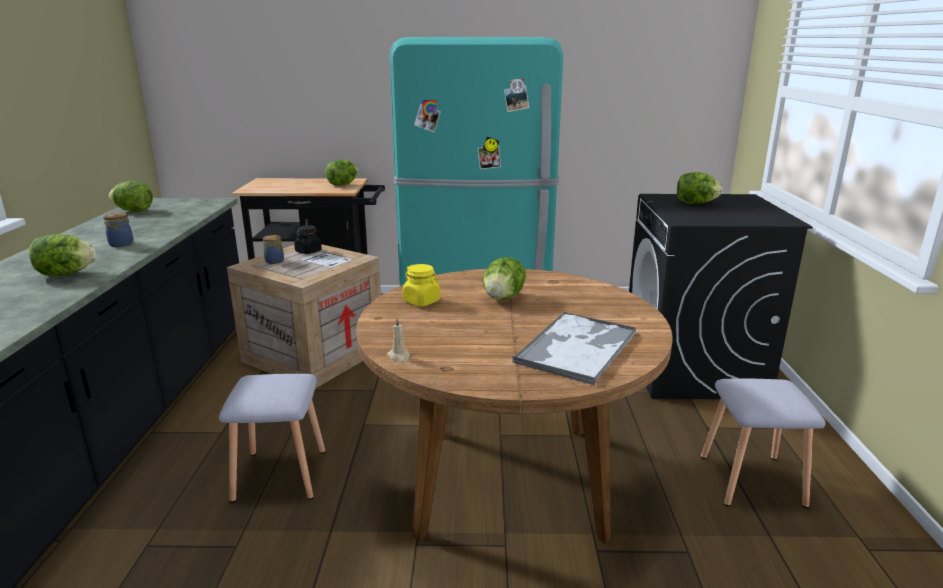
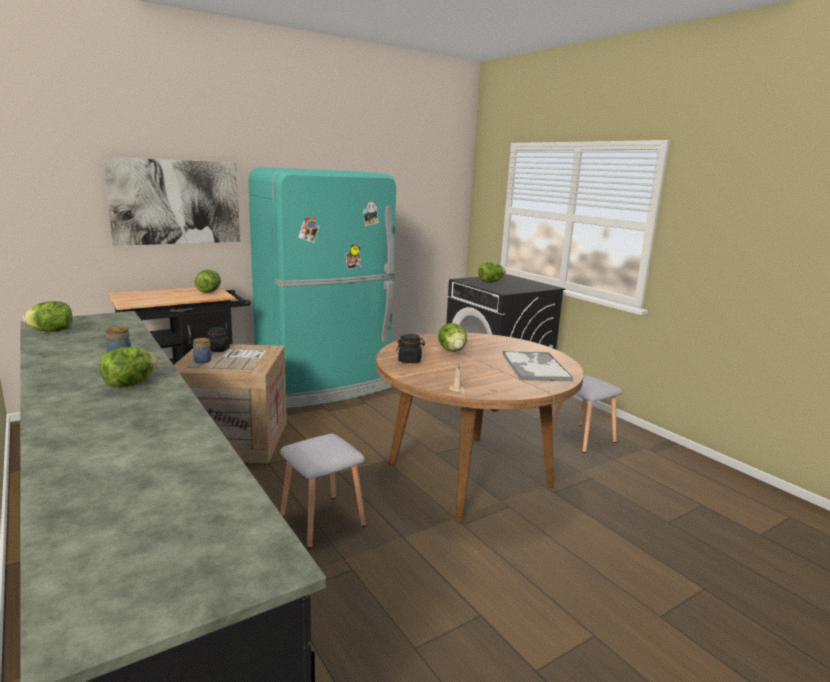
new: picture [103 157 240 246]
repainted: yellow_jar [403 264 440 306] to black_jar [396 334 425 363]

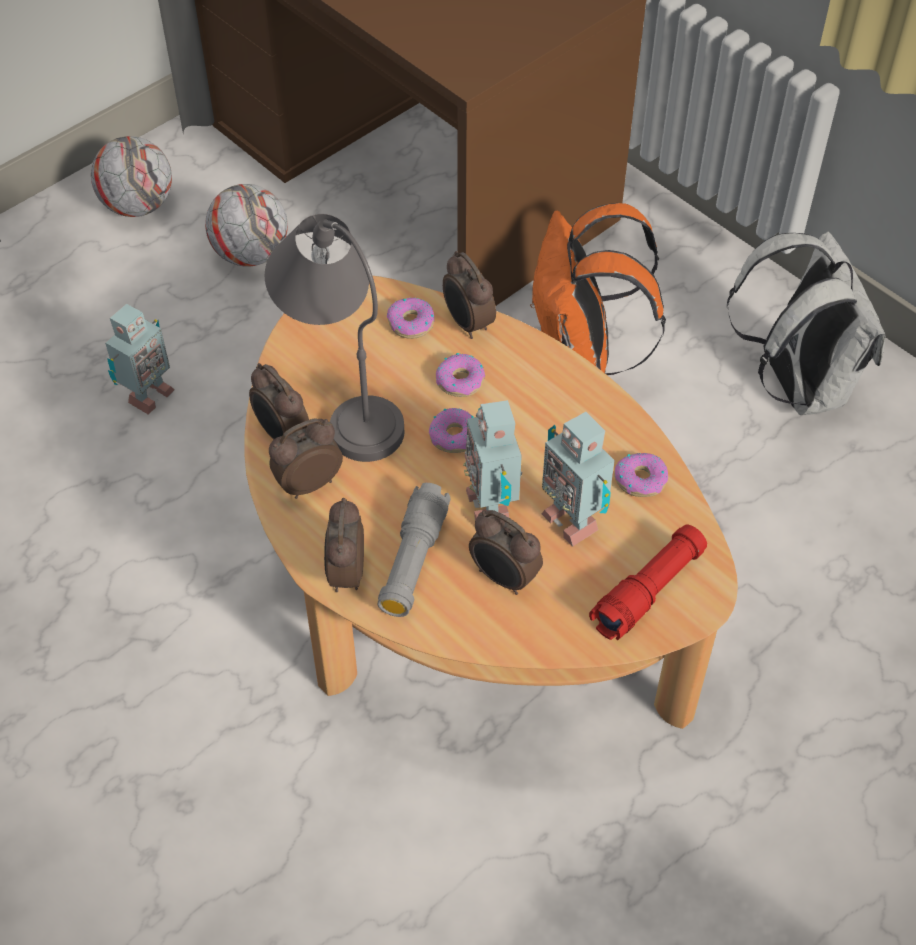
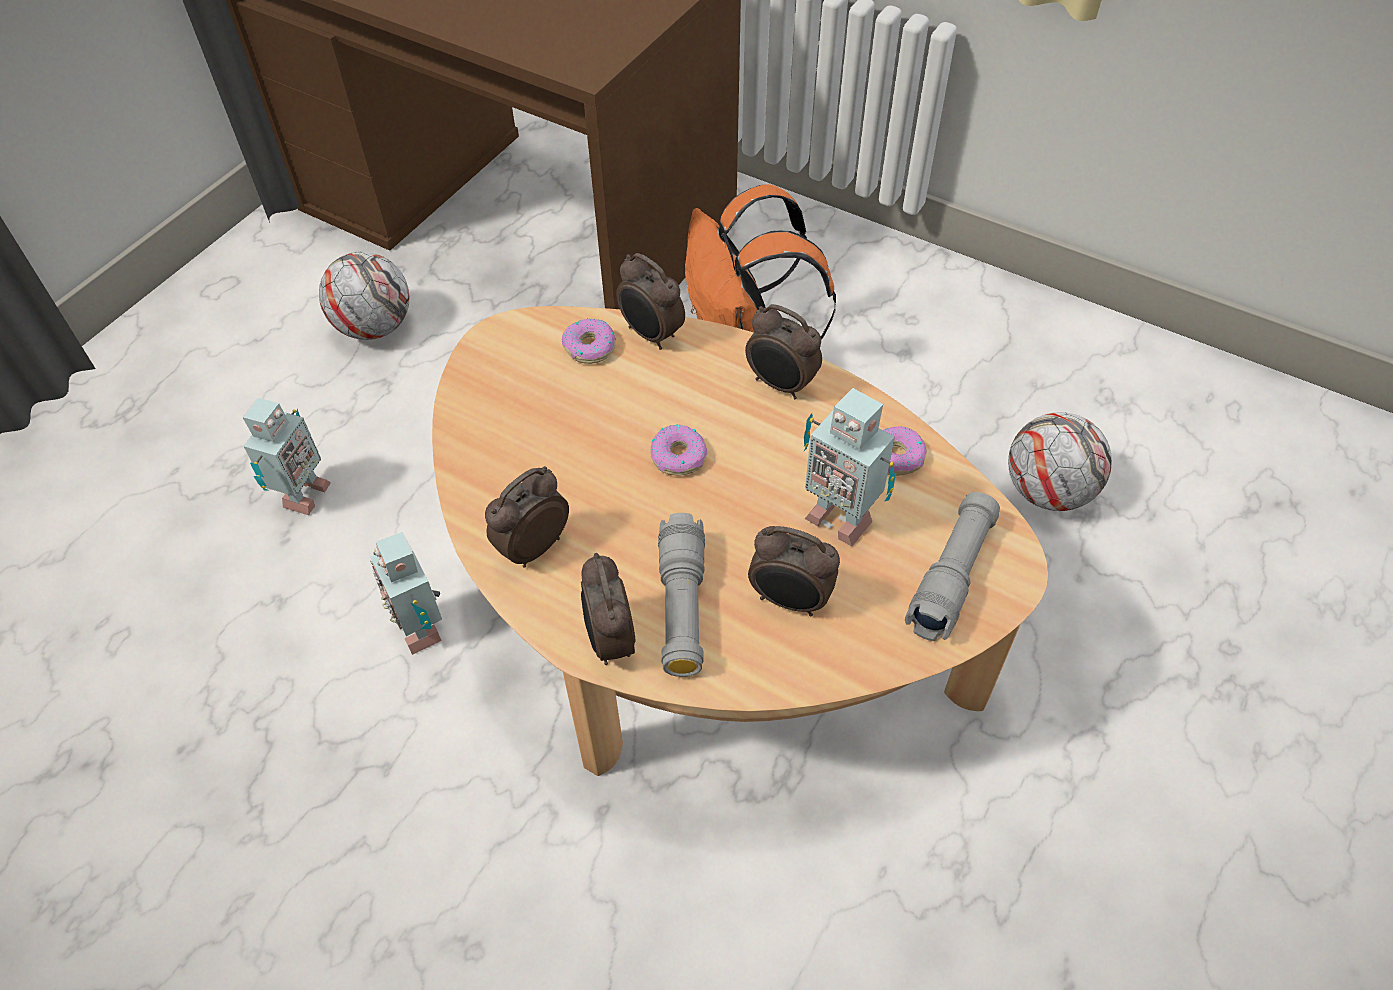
gone: grey_table_lamp [265 214 404 462]; donut [436 353 485 397]; white_backpack [727 232 885 415]
shifted: football [91 136 172 217] to [1008 412 1112 511]; alarm_clock [249 363 309 439] to [745 304 822 399]; toy_robot [463 400 522 520] to [370 532 442 655]
repainted: red_flashlight [589 525 707 640] to grey_flashlight [905 492 1000 641]

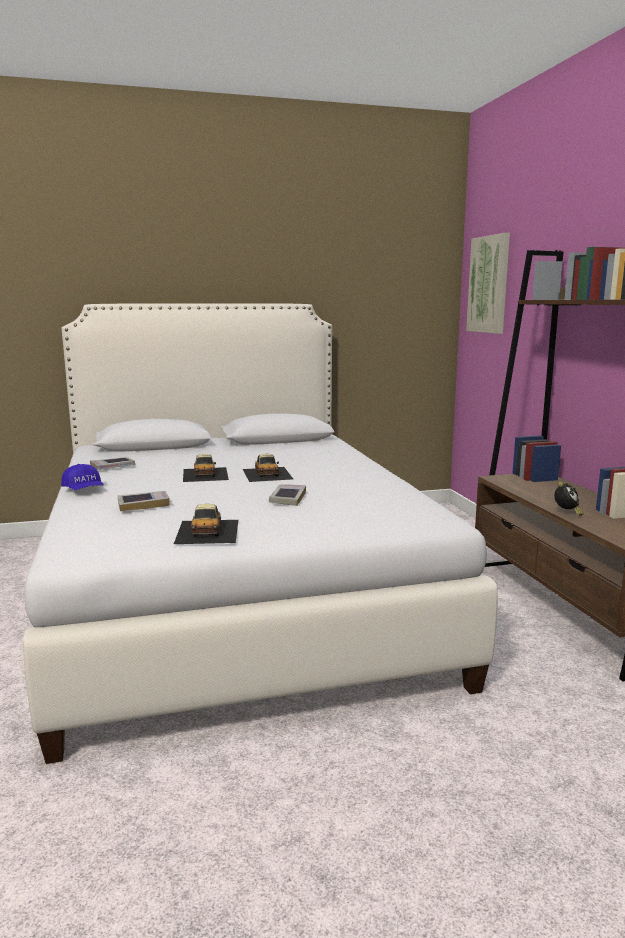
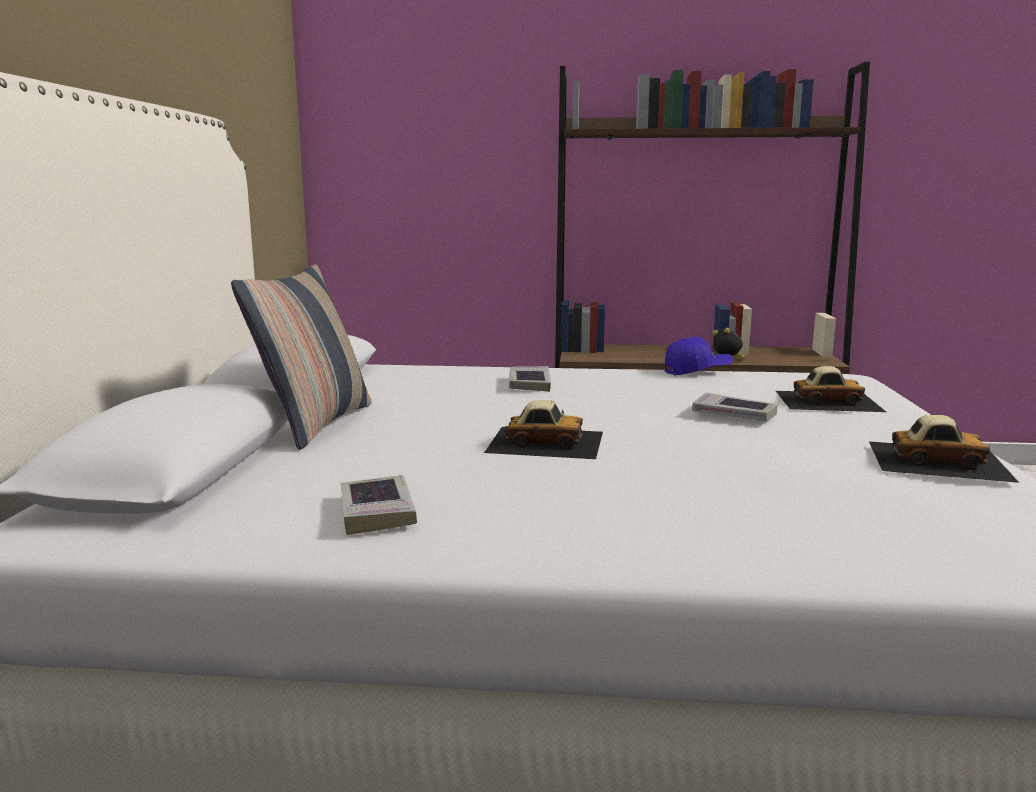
gone: picture [466 233 510 334]
new: pillow [231 265 372 450]
shifted: blue_cap [61 464 104 490] to [665 337 733 375]; book [118 491 170 511] to [509 366 551 392]; toy_car [243 454 293 482] to [776 366 886 412]

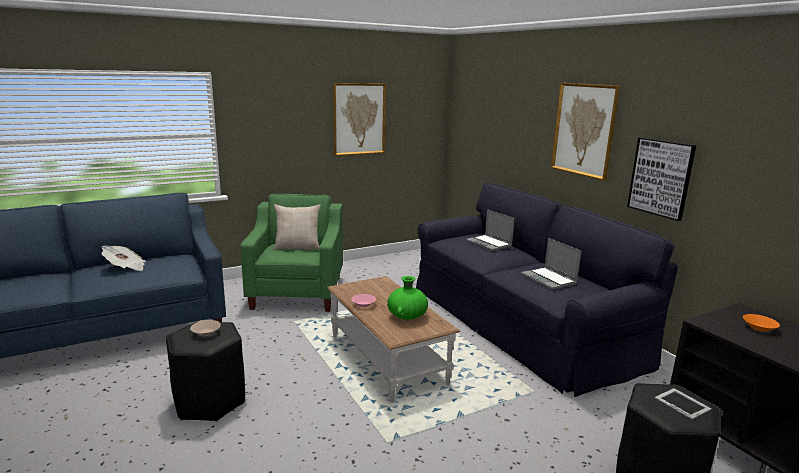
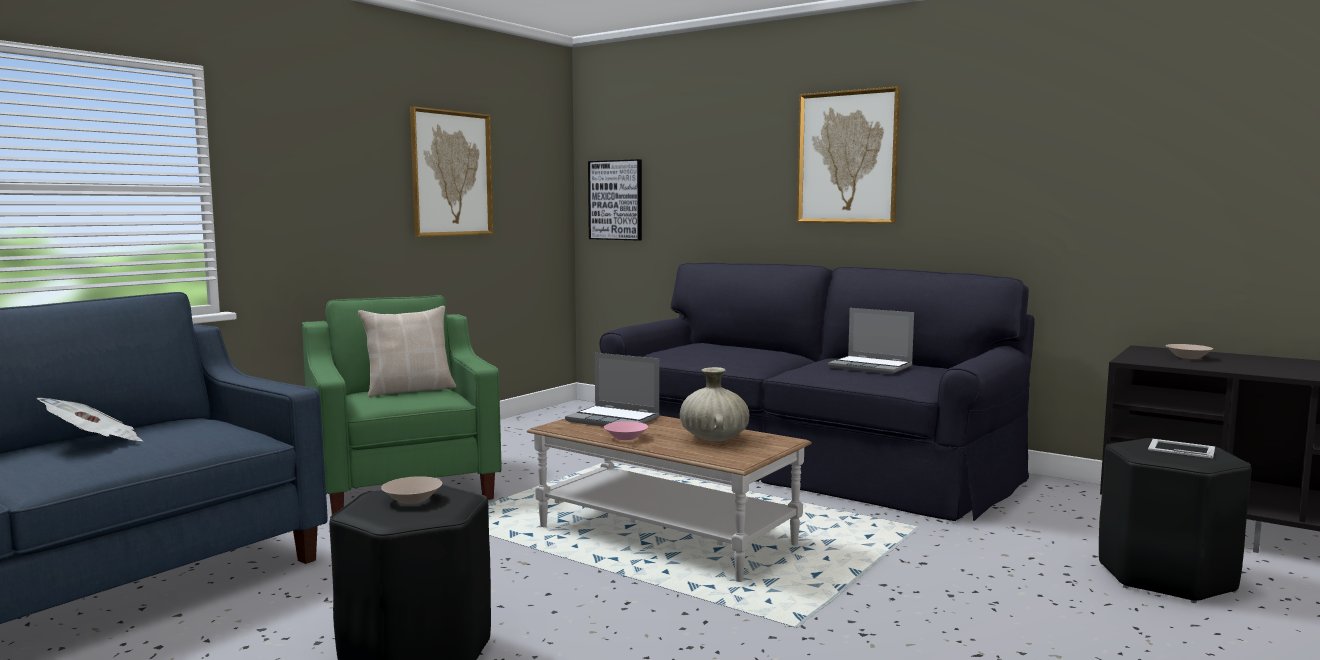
shifted: laptop [466 209 515 251] to [565 353 660 427]; picture [627 137 696 221] to [588 159 642 241]
repainted: green_vase [387 276 428 320] to beige_vase [680 367 749 442]; orange_bowl [743 314 780 331] to beige_bowl [1166 344 1213 359]

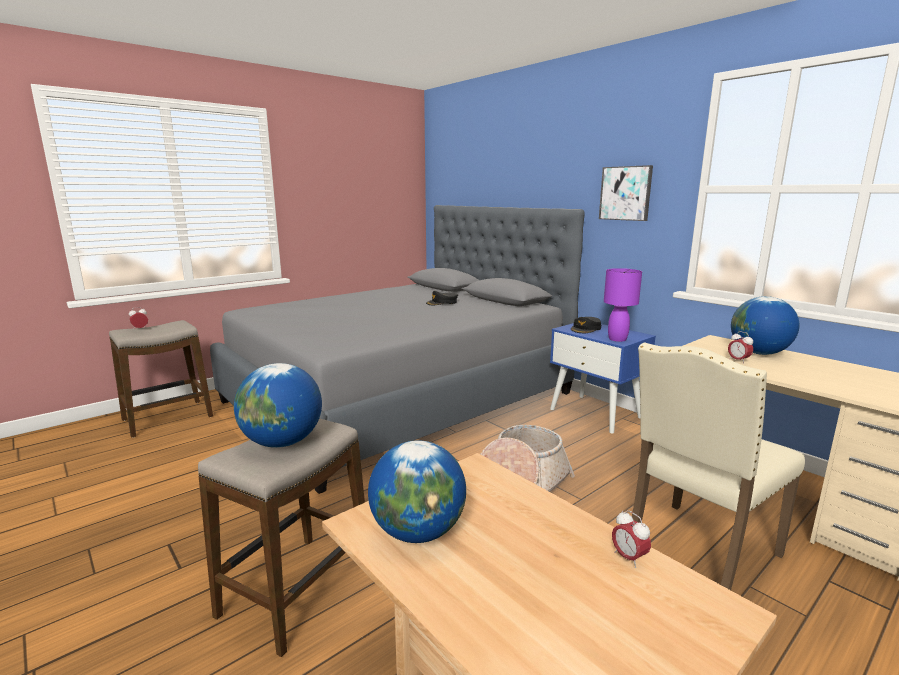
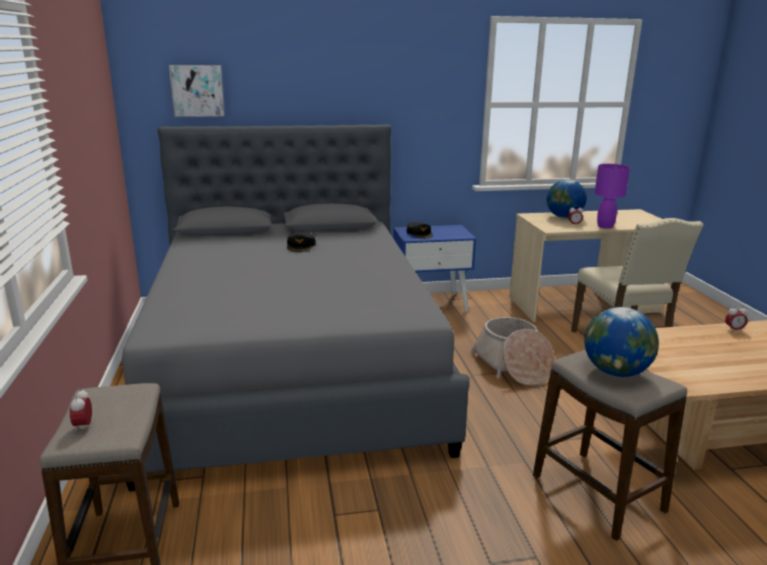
gone: globe [368 440 466 543]
shifted: picture [599 165 653 221] to [169 65 225 117]; purple_table_lamp [604 268 642 342] to [595 164 630 229]

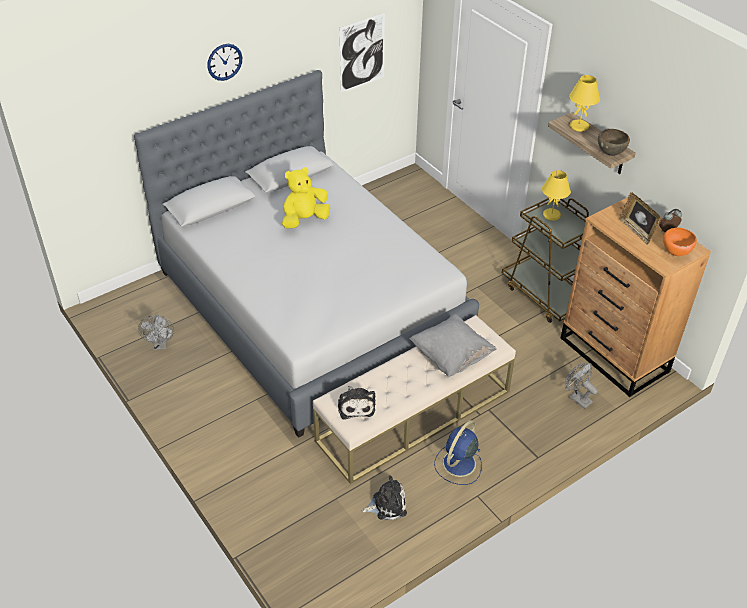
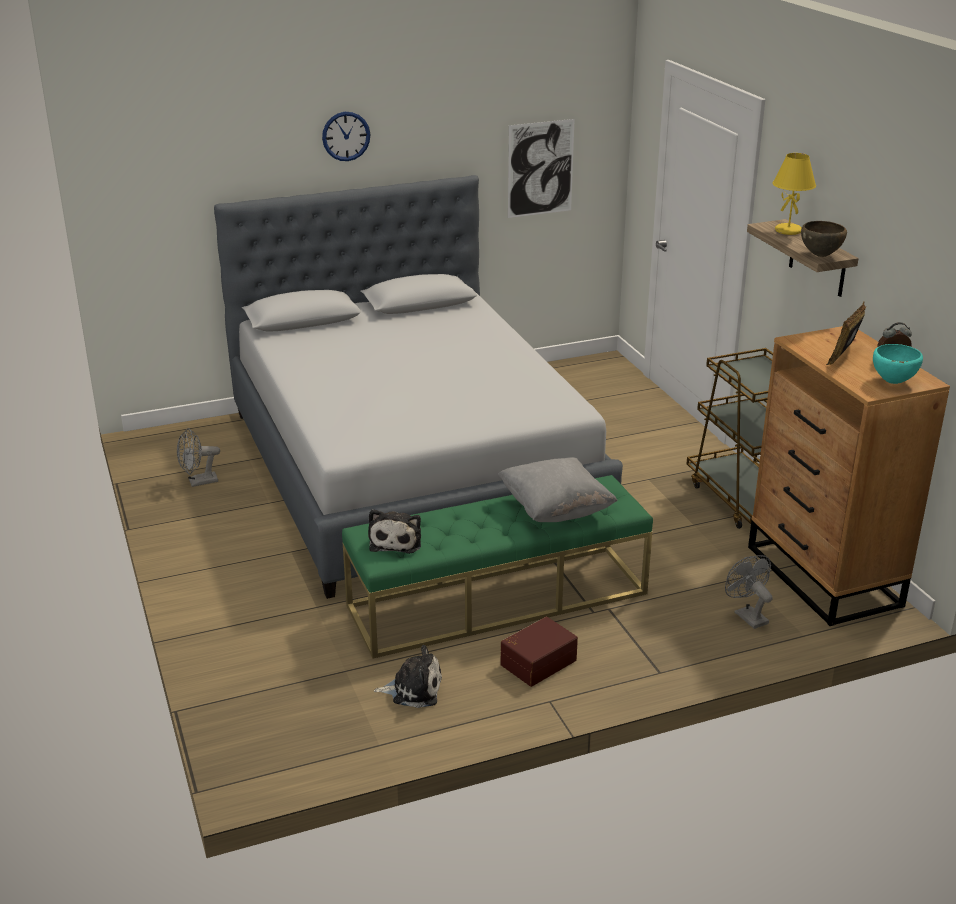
gone: yellow_plush_toy [282 167 330 228]; yellow_table_lamp [542 170 571 221]
swapped: blue_fan [434 420 482 485] to brown_storage_box [501 617 578 687]
repainted: beige_bench [313 315 516 484] to green_bench [342 475 653 659]; orange_bowl [663 228 697 256] to turquoise_bowl [873 344 923 384]
rotated: grey_fan [138 315 174 350] = [177 428 220 487] 60 degrees clockwise; picture_frame [619 192 660 245] = [826 302 866 365] 45 degrees clockwise

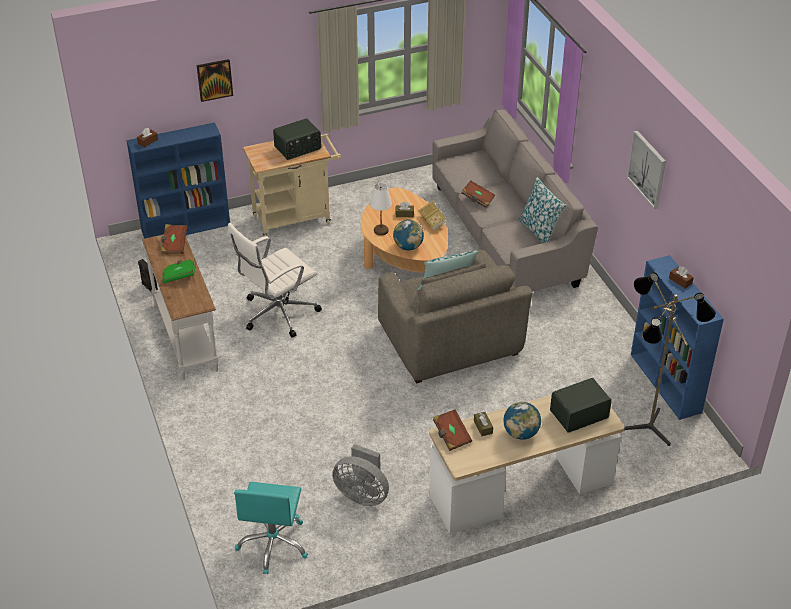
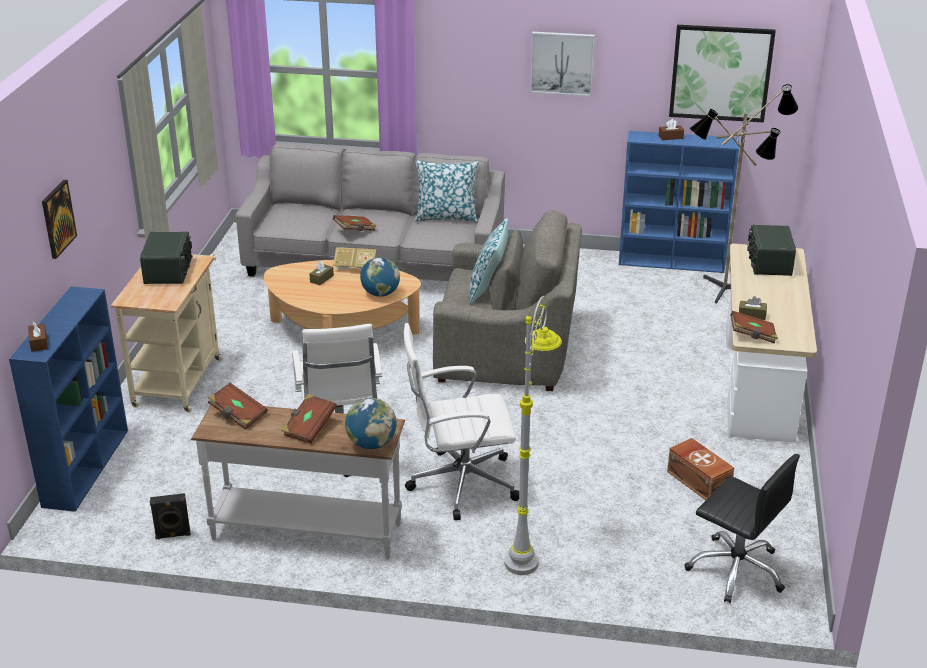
gone: white_table_lamp [370 183 392 235]
new: white_office_chair [404 323 519 520]; grey_floor_lamp [504 296 562 575]; picture [669 25 776 123]
shifted: globe [503 402 541 440] to [345 398 397 449]
swapped: grey_fan [332 444 389 506] to brown_storage_box [667 438 734 500]
repainted: green_book [162 258 196 283] to brown_book [282 394 337 443]; turquoise_office_chair [234 482 308 574] to black_office_chair [684 454 800 603]

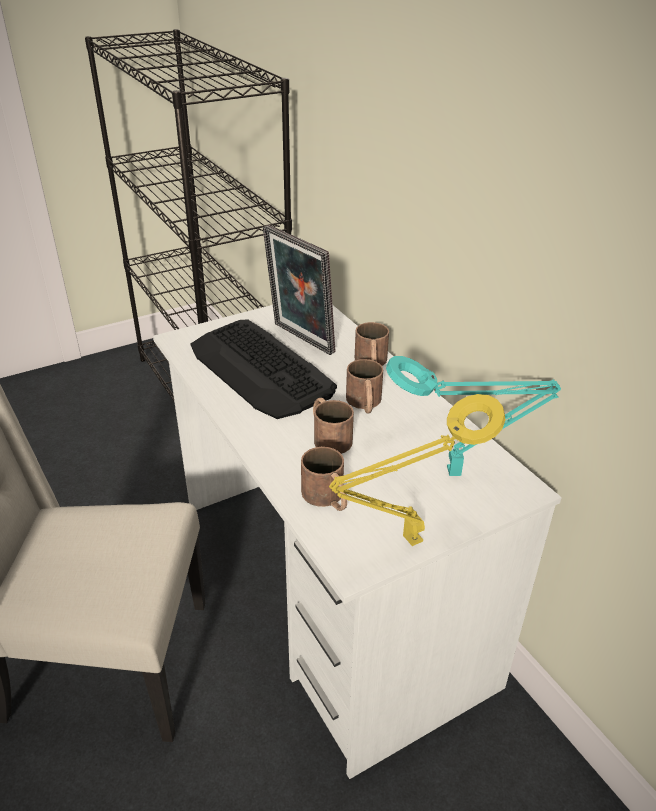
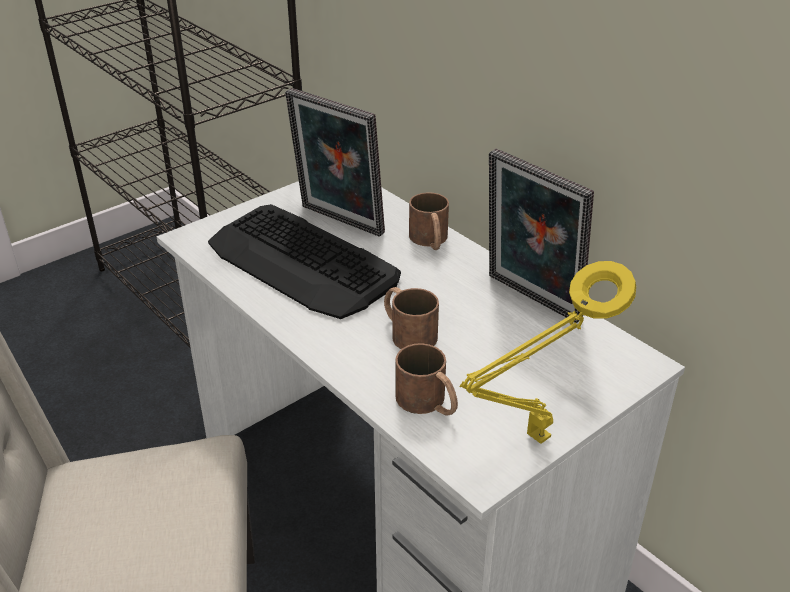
gone: brown_mug [346 359 383 414]; turquoise_table_lamp [386 356 561 476]
new: picture_frame [489 149 594 323]

